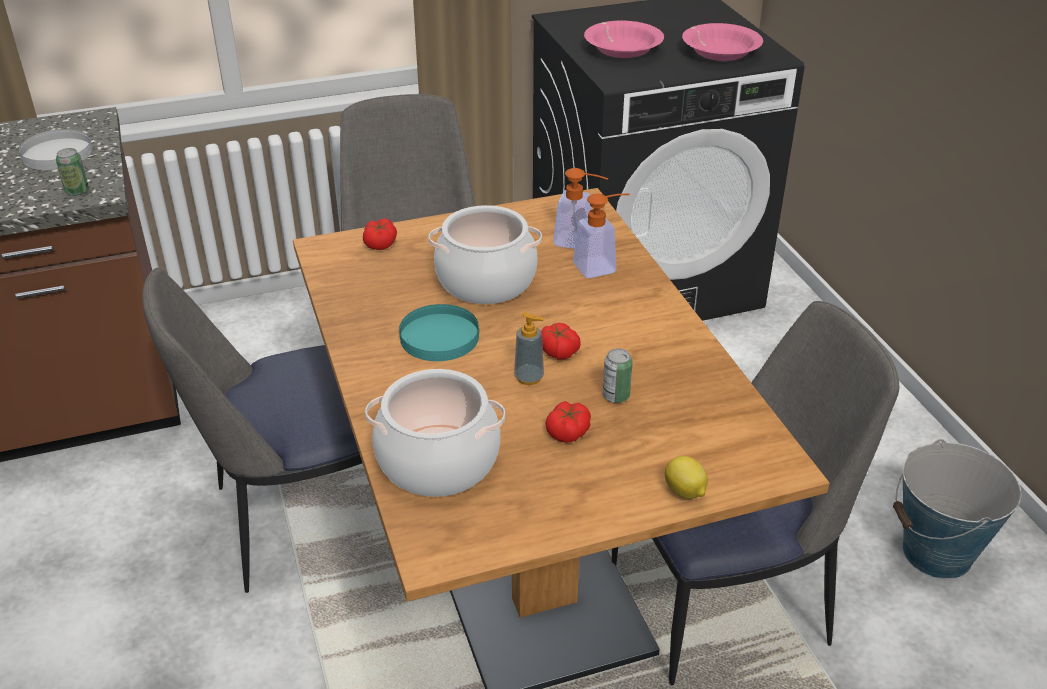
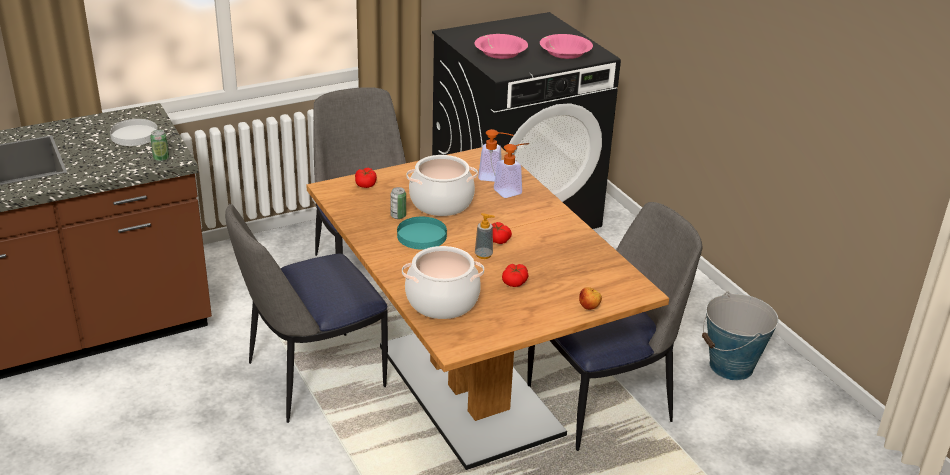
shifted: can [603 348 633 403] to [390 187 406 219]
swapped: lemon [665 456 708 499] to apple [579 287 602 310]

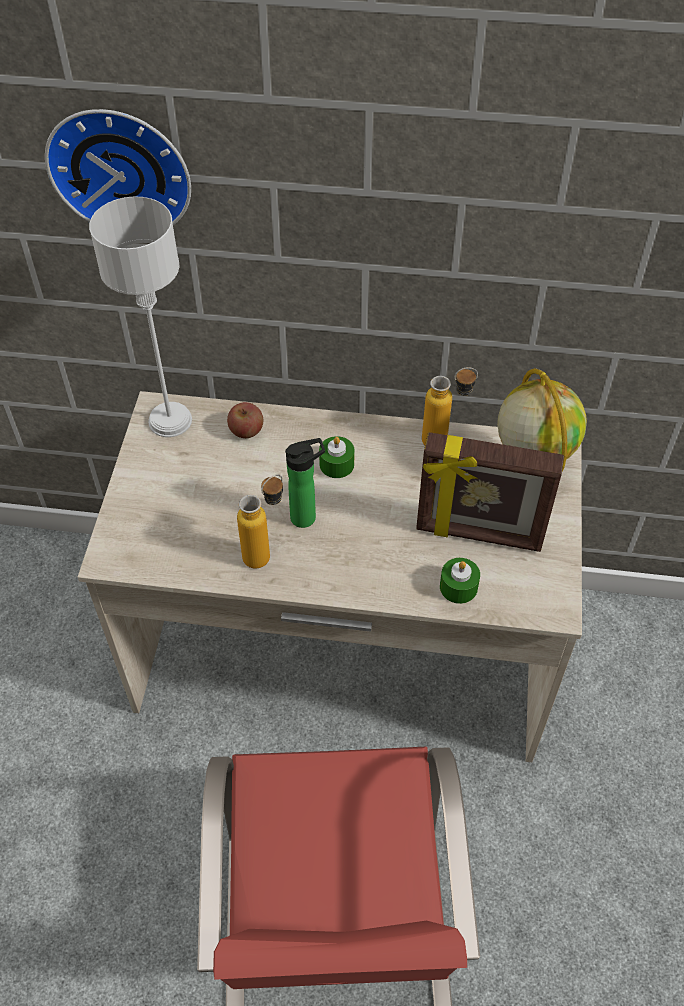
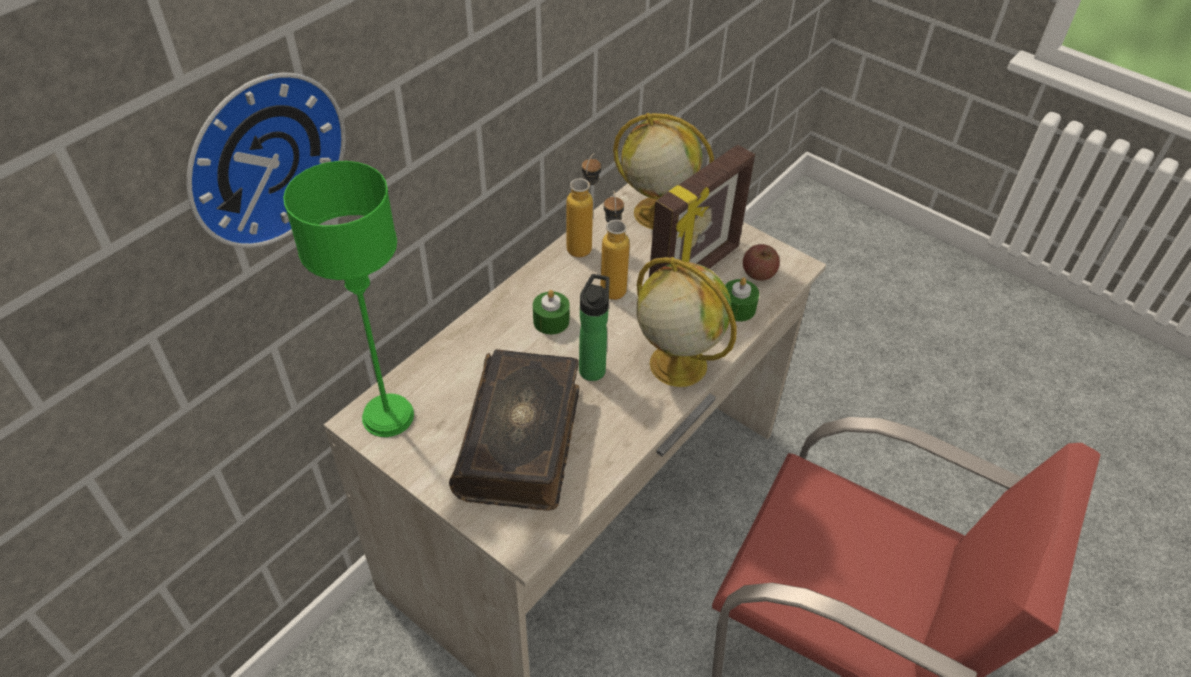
new: book [449 349 579 511]; globe [637 257 737 387]
shifted: apple [227 402 263 438] to [743 244 780 281]; bottle [237 475 283 569] to [600 191 630 300]
repainted: grey_table_lamp [89 196 192 437] to green_table_lamp [283 161 414 437]

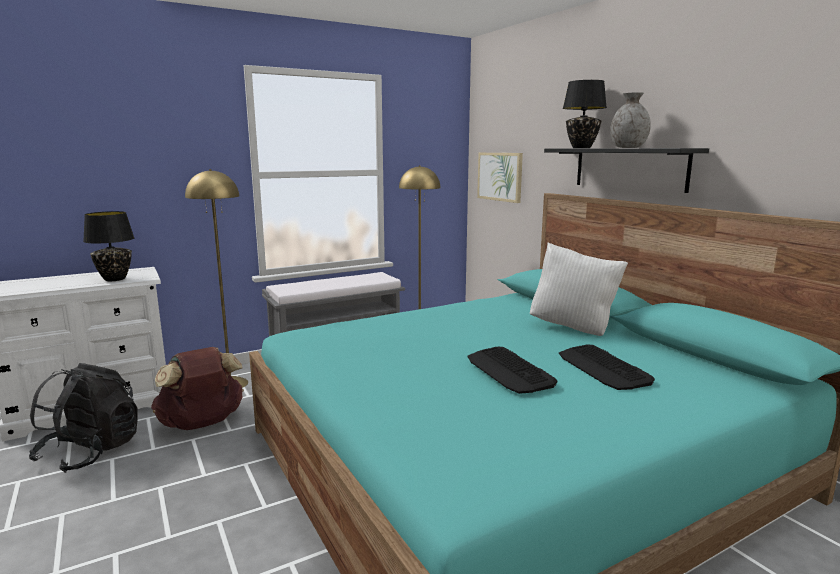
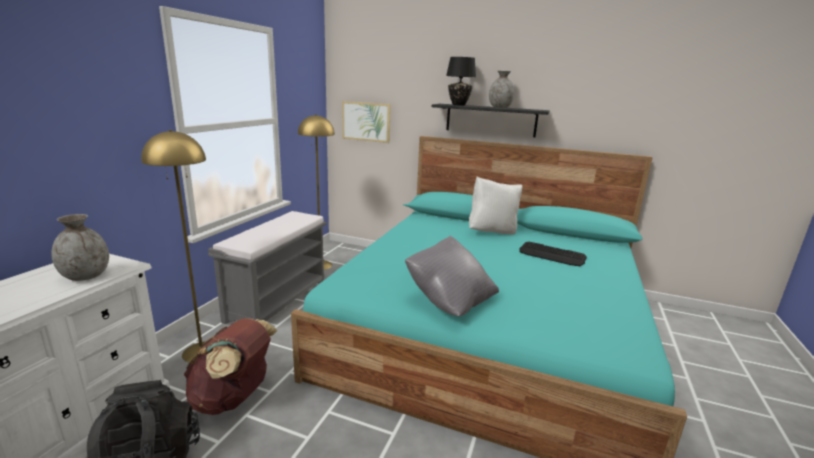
gone: keyboard [467 347 557 394]
new: grey_pillow [405 235 499 316]
swapped: black_table_lamp [83 211 134 281] to grey_vase [51 214 109 281]

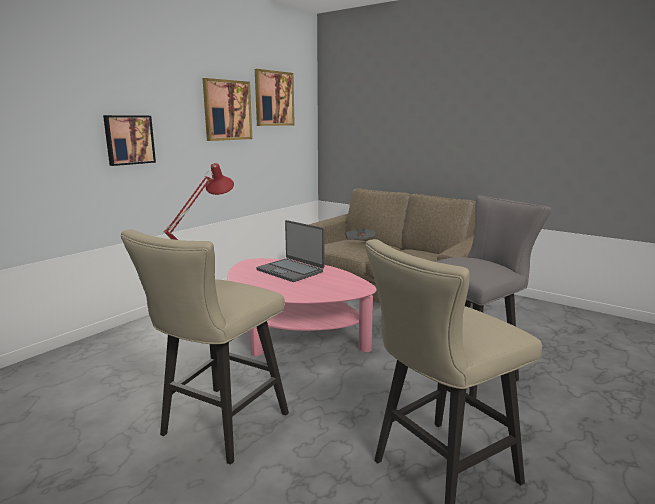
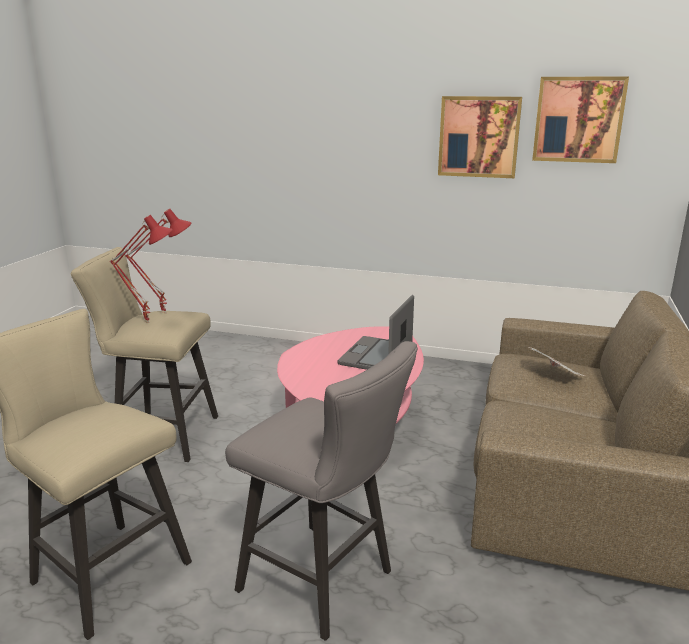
gone: picture [103 115 156 166]
new: red_table_lamp [110 215 173 323]

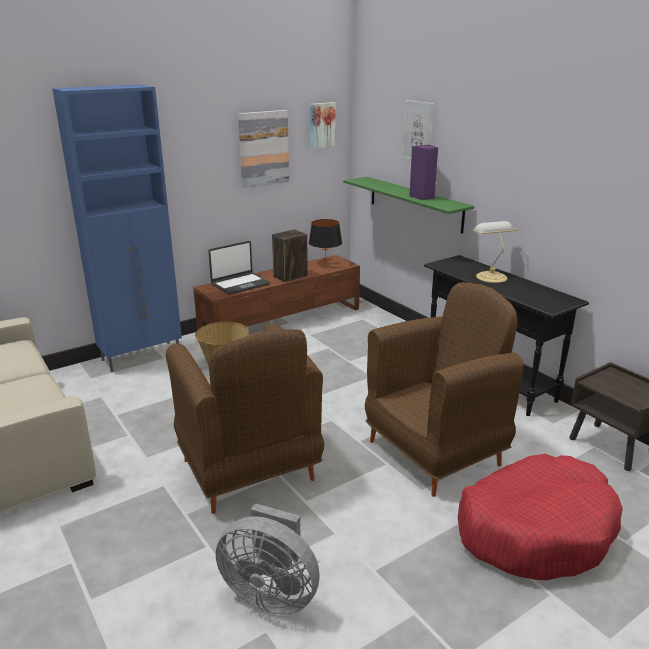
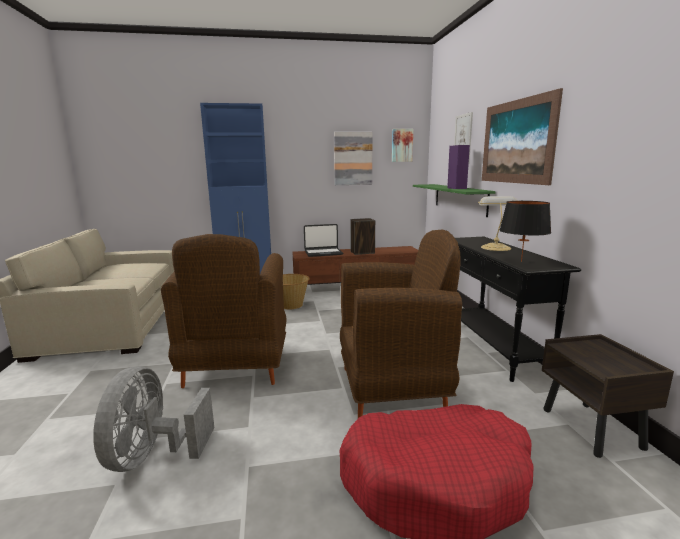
new: picture [482 88 563 185]
shifted: black_table_lamp [309 219 342 264] to [499 201 551 262]
rotated: grey_fan [216 503 319 614] = [93 366 214 472] 45 degrees clockwise

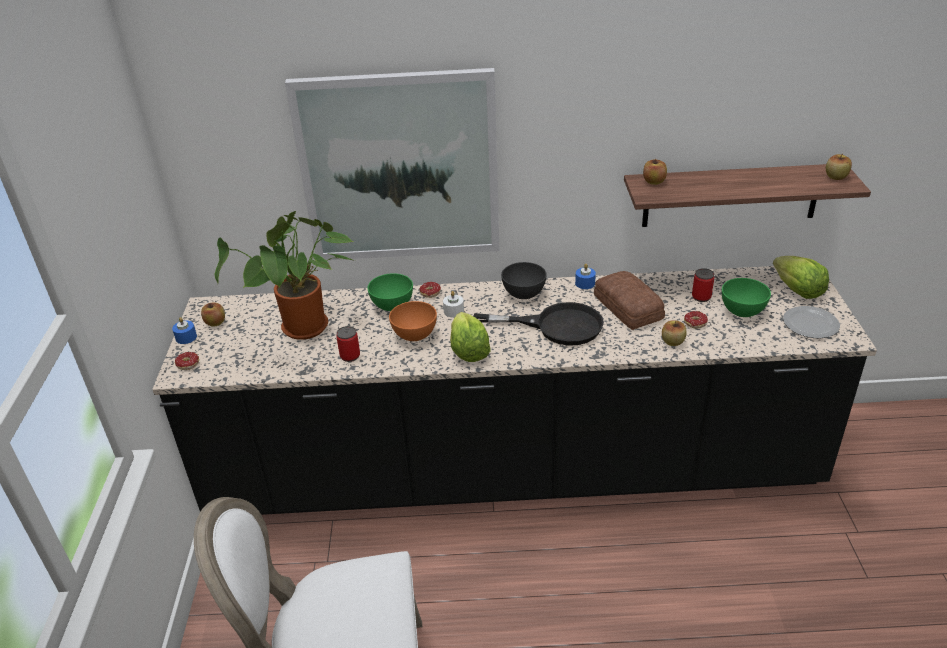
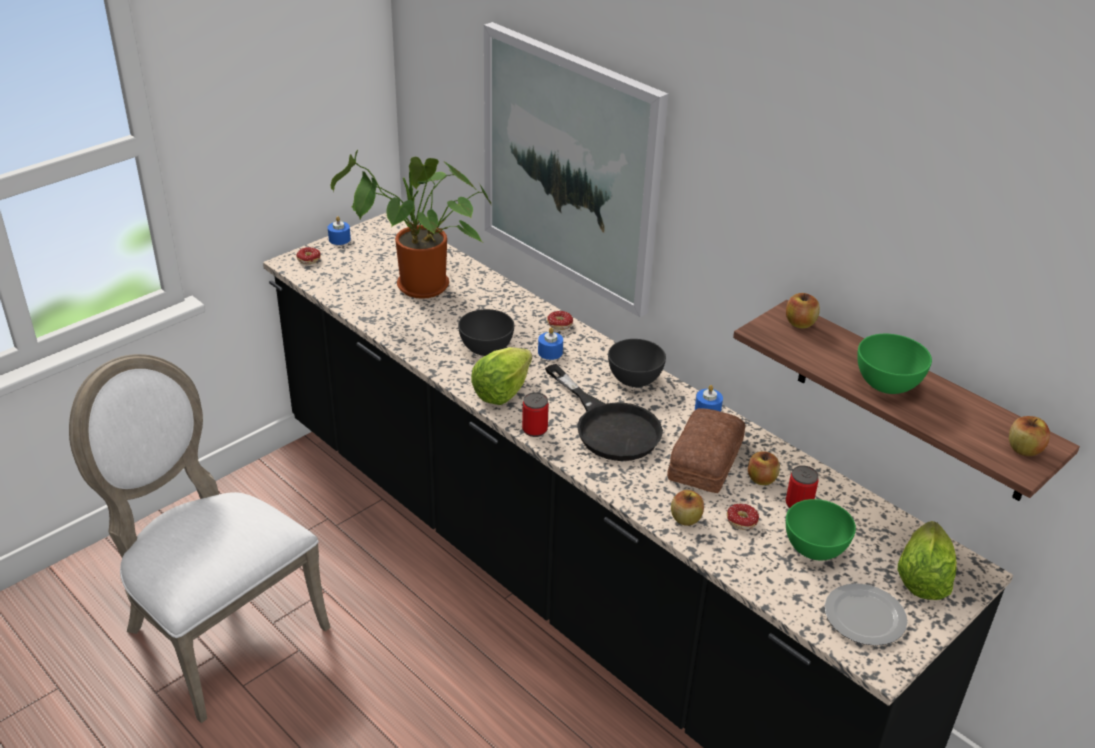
shifted: apple [201 303 225 327] to [748 451 780 485]; can [336 326 360 362] to [522 392 549 437]; green_bowl [367 273 413 311] to [857 334 932 394]
repainted: orange_bowl [389 301 437 341] to grey_bowl [458 309 514 356]; white_candle [443 291 464 318] to blue_candle [538 328 563 360]

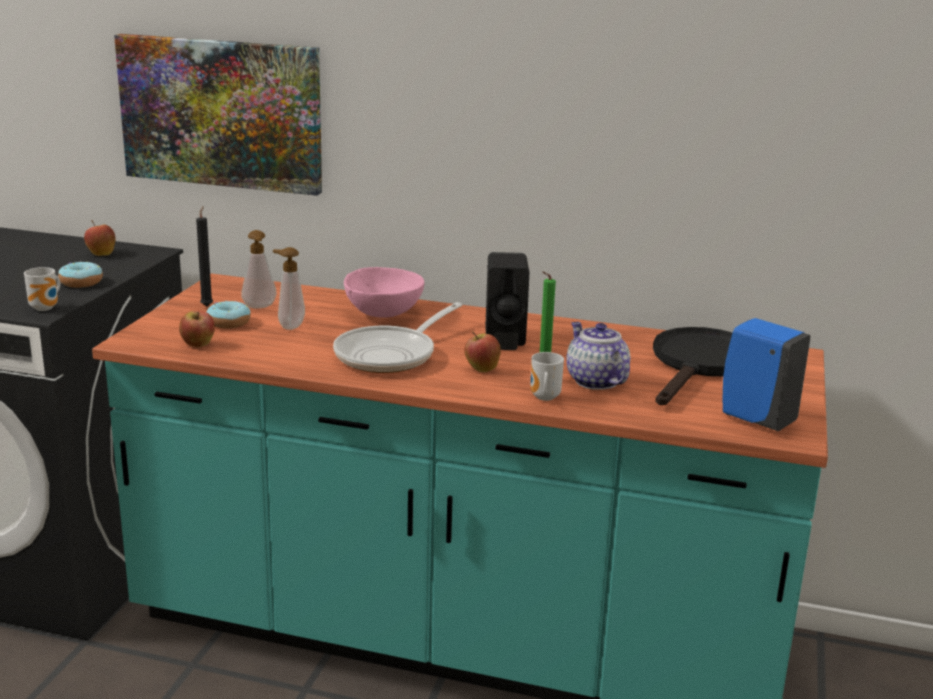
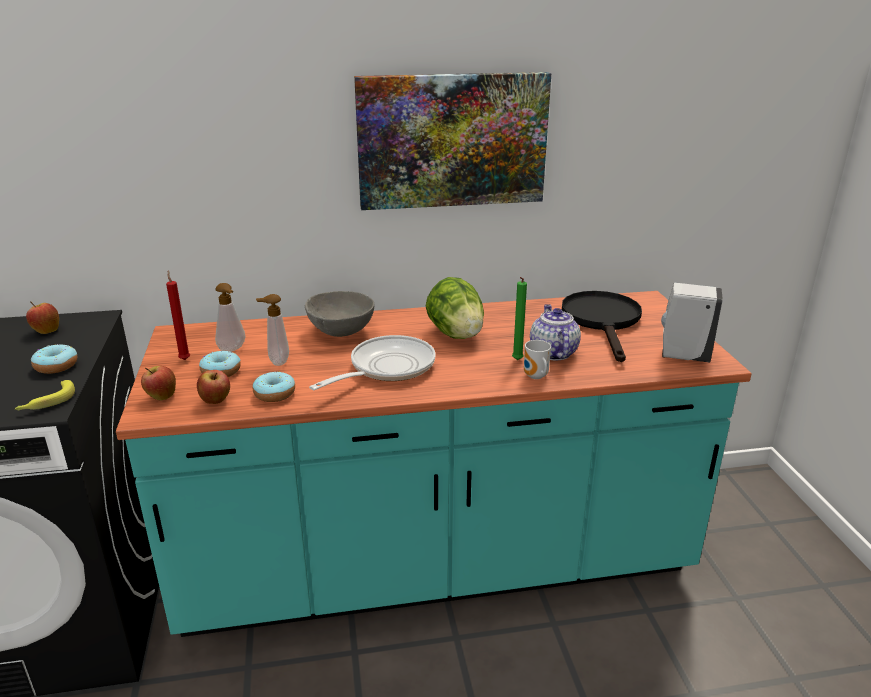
new: donut [253 371 295 402]
shifted: picture [114 34 322 196] to [354 72 551 210]; apple [465 332 501 372] to [141 366 176 400]
swapped: mug [24 267 61 311] to banana [15 380 75 411]; black_soap_dispenser [485 252 529 350] to lettuce [425 277 484 339]
repainted: black_candle [196 206 213 306] to red_candle [166 270 190 360]; pink_bowl [344 267 425 318] to grey_bowl [305 291 374 337]; blue_soap_dispenser [723 318 811 431] to white_soap_dispenser [661 283 723 363]
rotated: frying_pan [333 302 462 373] = [309 335 436 390] 150 degrees counterclockwise; teapot [566 322 630 390] = [530 304 581 360] 45 degrees clockwise

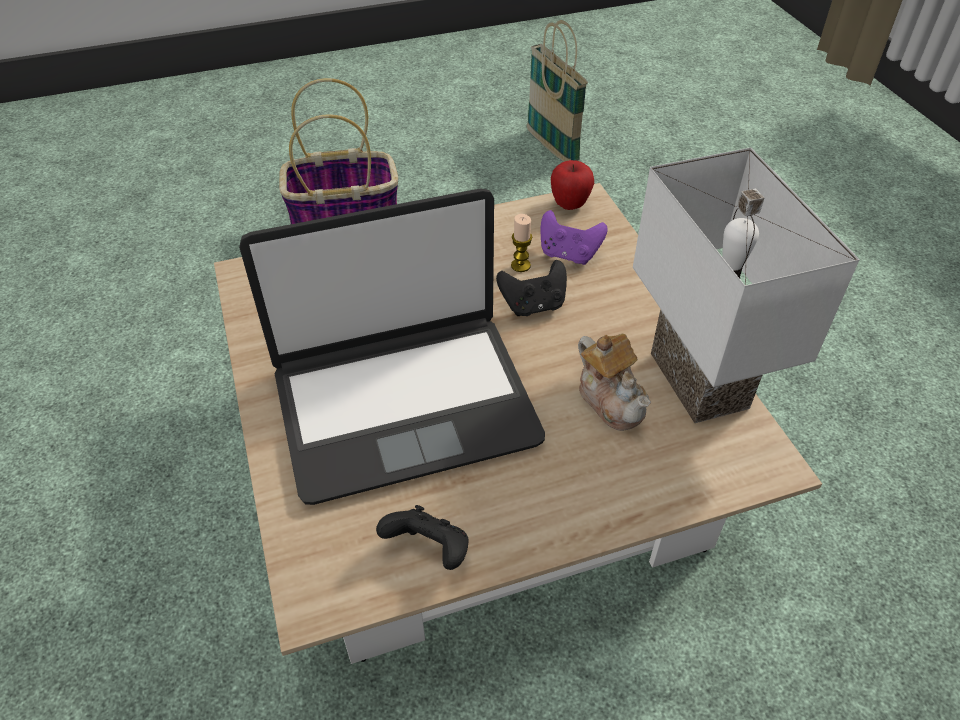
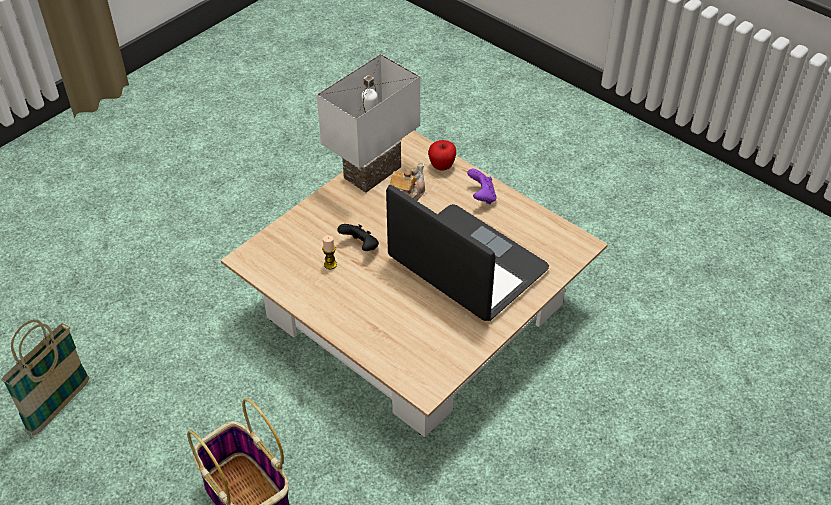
gone: black_game_controller [376 505 469 570]
shifted: purple_game_controller [541 210 608 265] to [467 169 497 204]; apple [551 160 594 210] to [428 140 456 171]

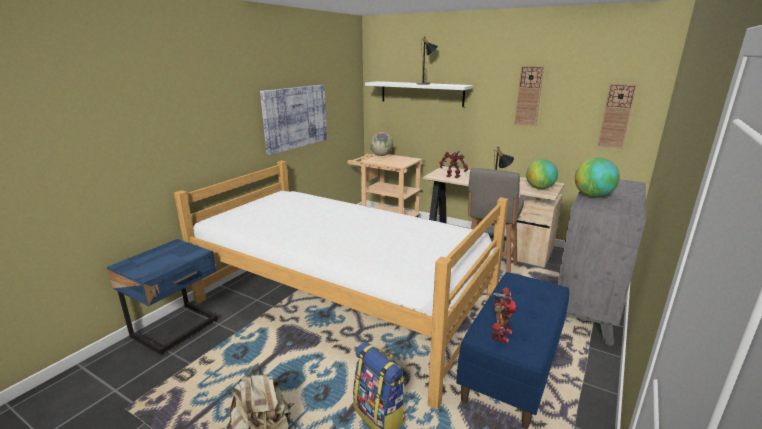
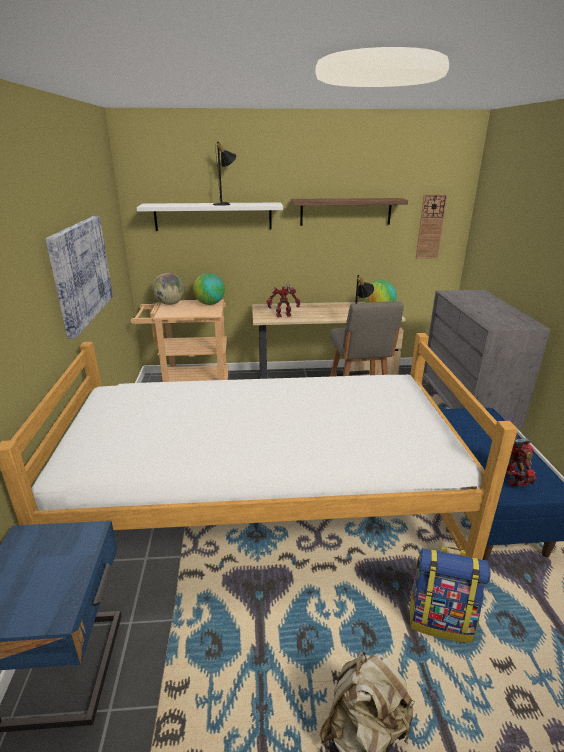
shifted: globe [575 158 620 198] to [193 273 225 305]
swapped: wall_clock [515 66 544 126] to shelf [291 198 408 226]

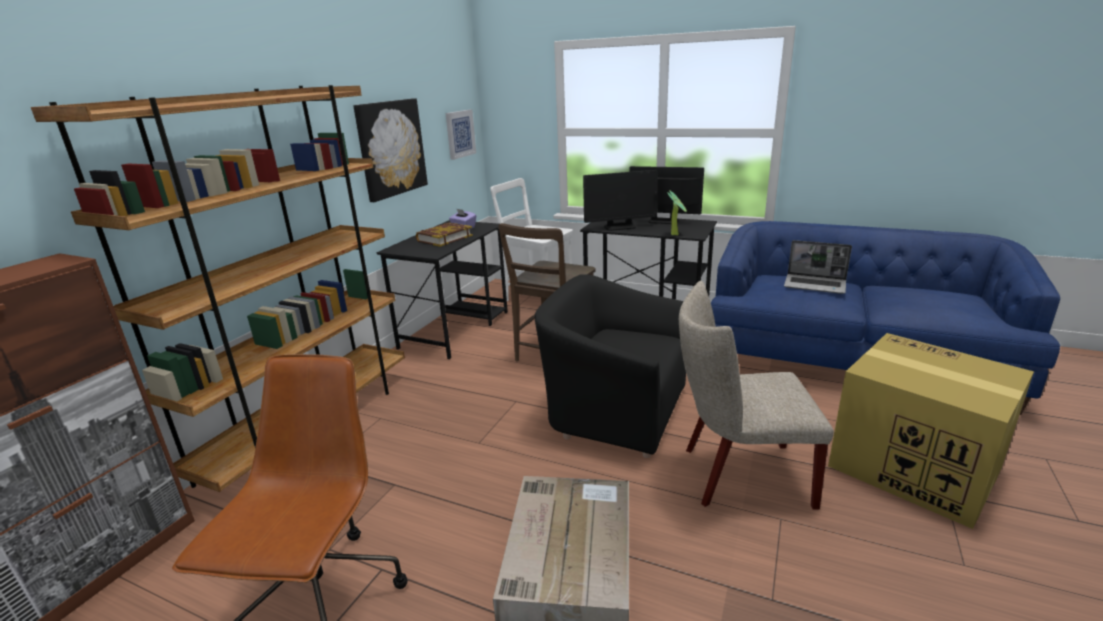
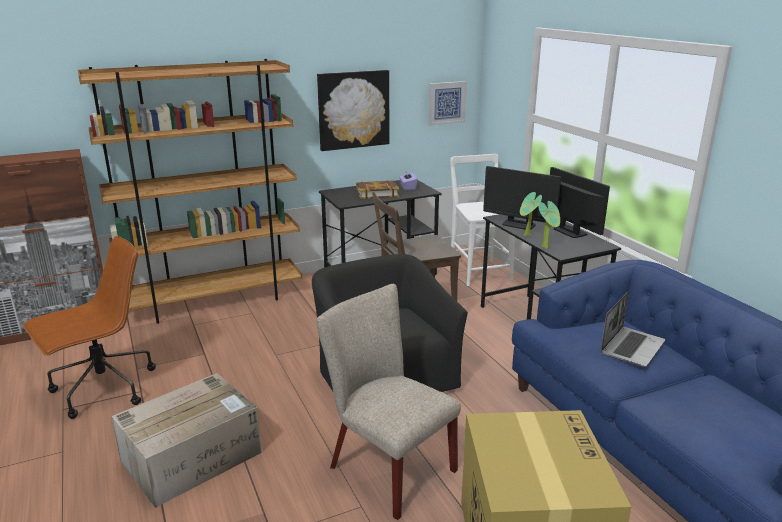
new: potted_plant [520 192 542 236]
rotated: laptop [784 240 852 294] = [601 291 665 367] 120 degrees counterclockwise

